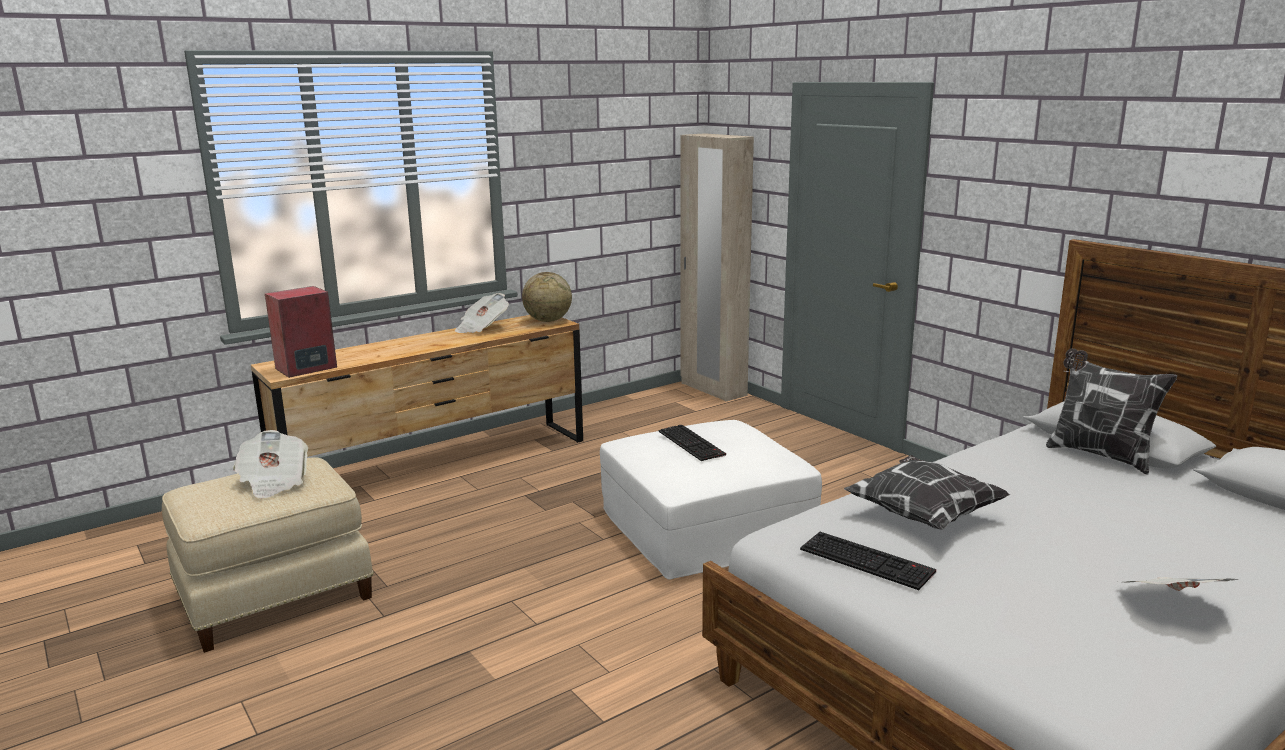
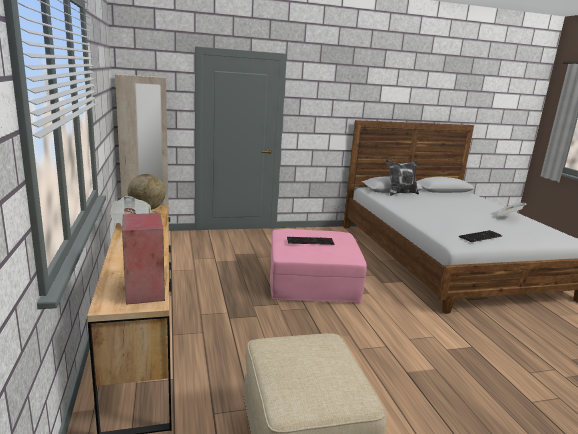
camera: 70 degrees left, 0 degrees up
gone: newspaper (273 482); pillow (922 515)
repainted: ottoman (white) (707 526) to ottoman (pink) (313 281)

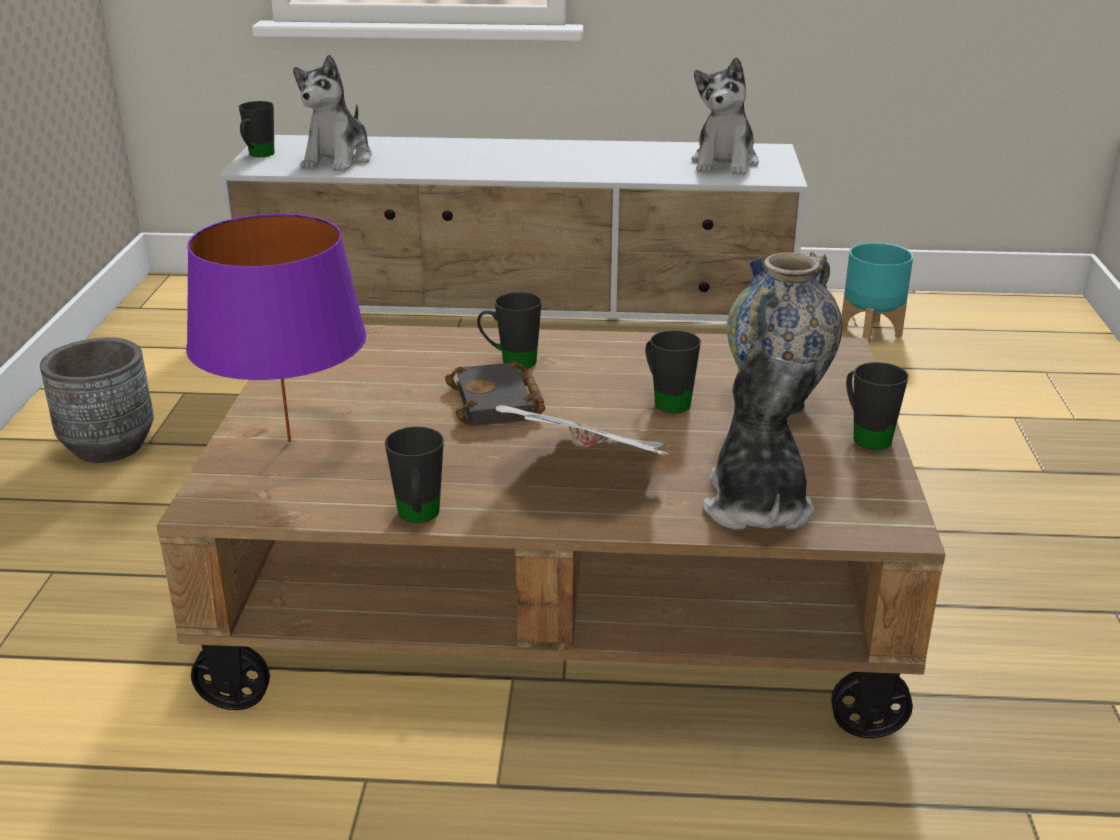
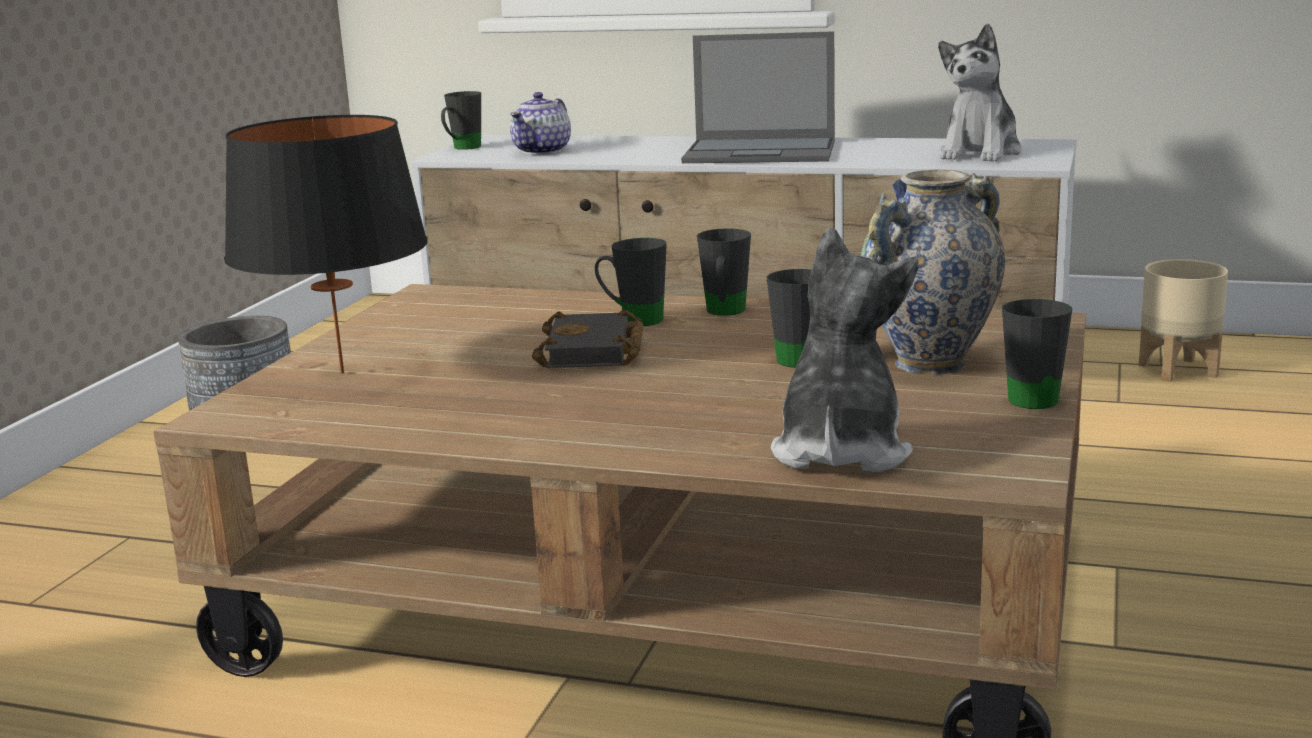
camera: 15 degrees right, 10 degrees down
gone: newspaper (590 472)
new: laptop (762 152)
shifted: mug (black) (418 518) to (724 313)
swapped: plush toy (338 160) to teapot (543 151)
repainted: table lamp (purple) (289 441) to table lamp (black) (343 372); planter (turquoise) (871 331) to planter (beige) (1179 370)

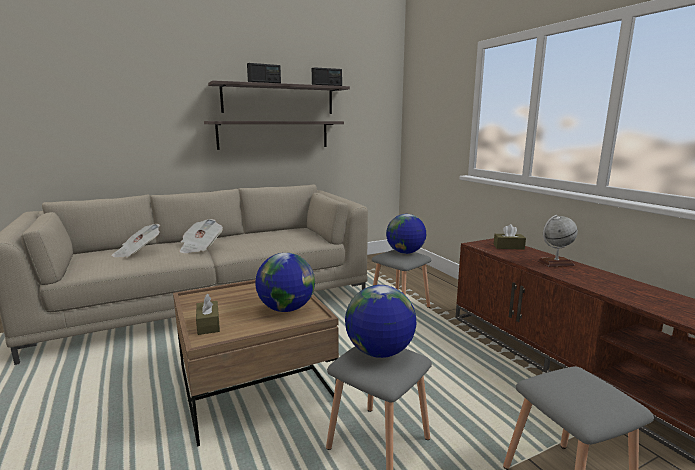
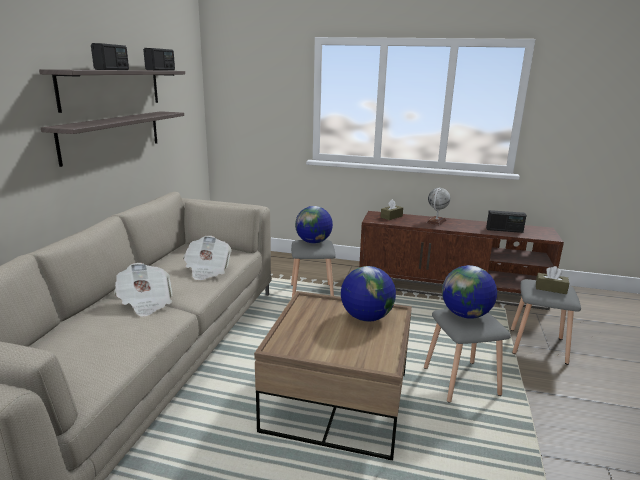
camera: 50 degrees left, 5 degrees up
new: radio (504 230)
shifted: newspaper (138 253) to (207 270); tissue box (brown) (208 324) to (550 288)

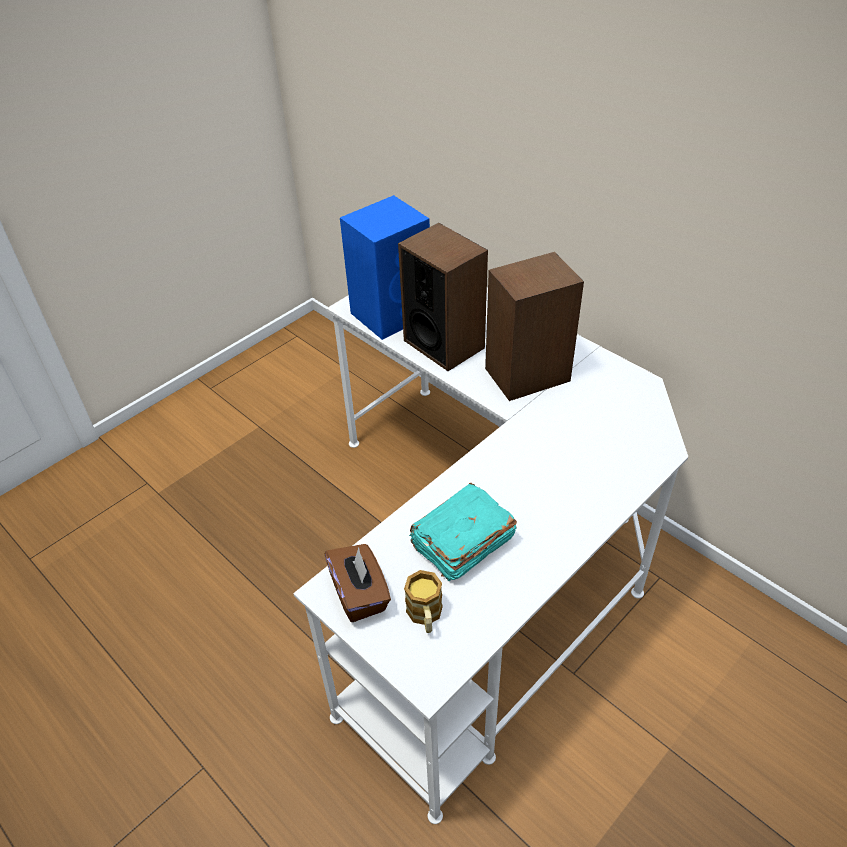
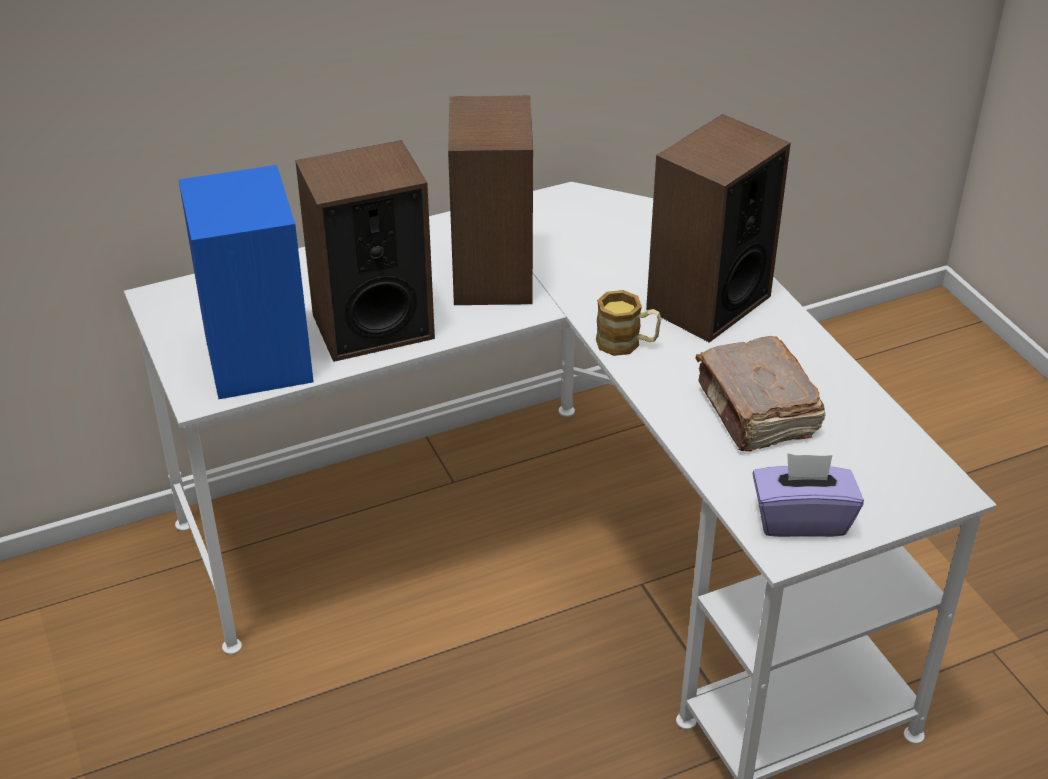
camera: 70 degrees left, 5 degrees down
new: speaker (707 302)
shifted: mug (425 616) to (627 343)
repainted: tissue box (brown) (360 594) to tissue box (purple) (801 519); book (turquoise) (461 543) to book (brown) (756 412)

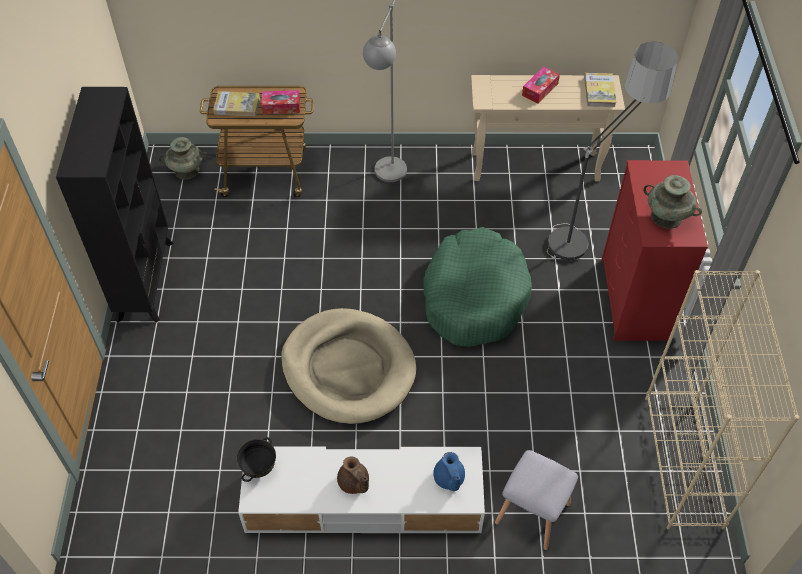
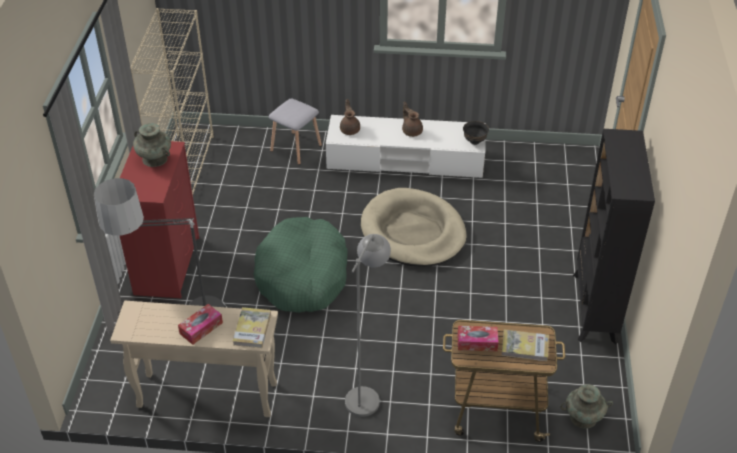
camera: 175 degrees left, 10 degrees down
shifted: book (599 91) to (252 329)
repainted: teapot (blue) (449 479) to teapot (brown) (350 129)

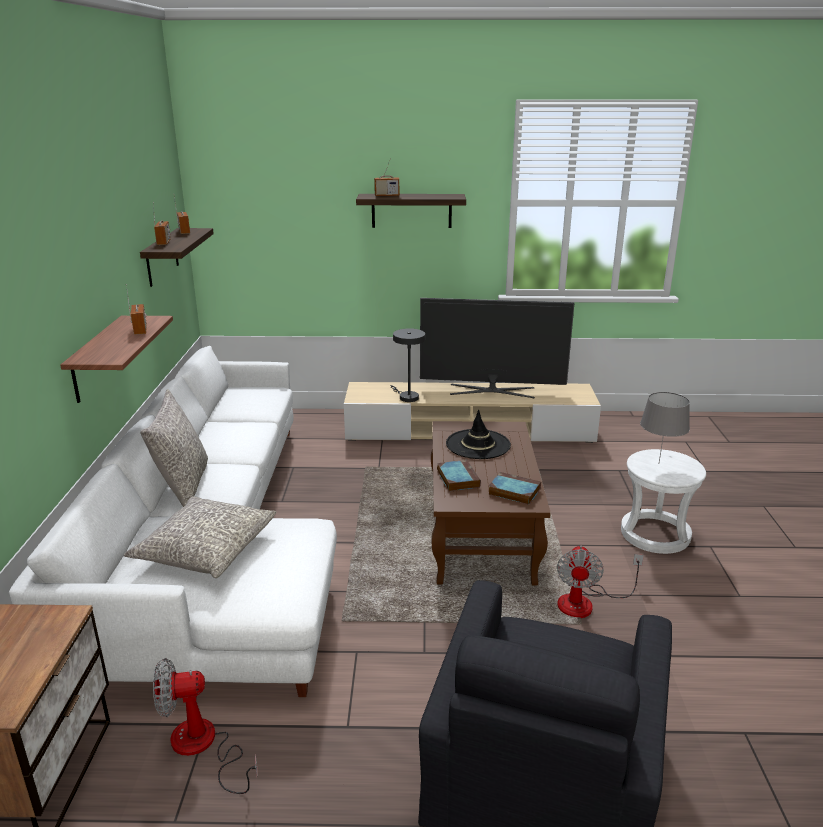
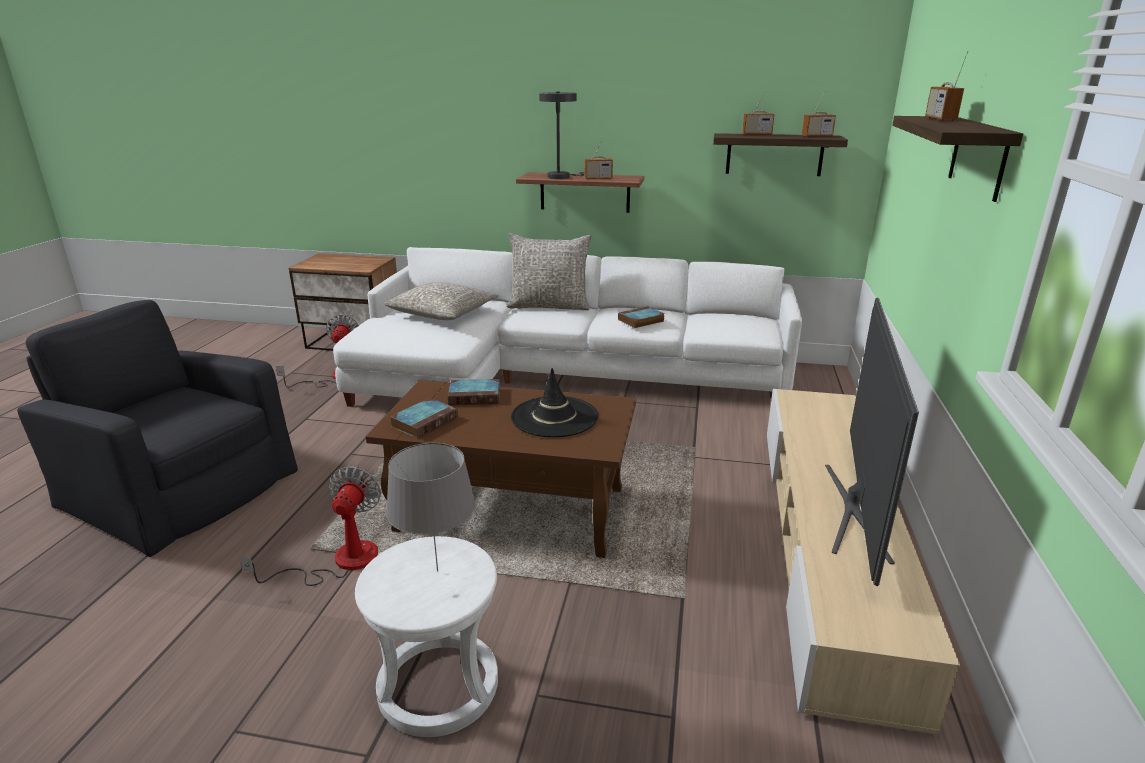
camera: 100 degrees right, 0 degrees up
new: book (640 321)
shifted: table lamp (grey) (406 397) to (562 177)
rotated: fan (585 603) = (340 562) 75 degrees clockwise

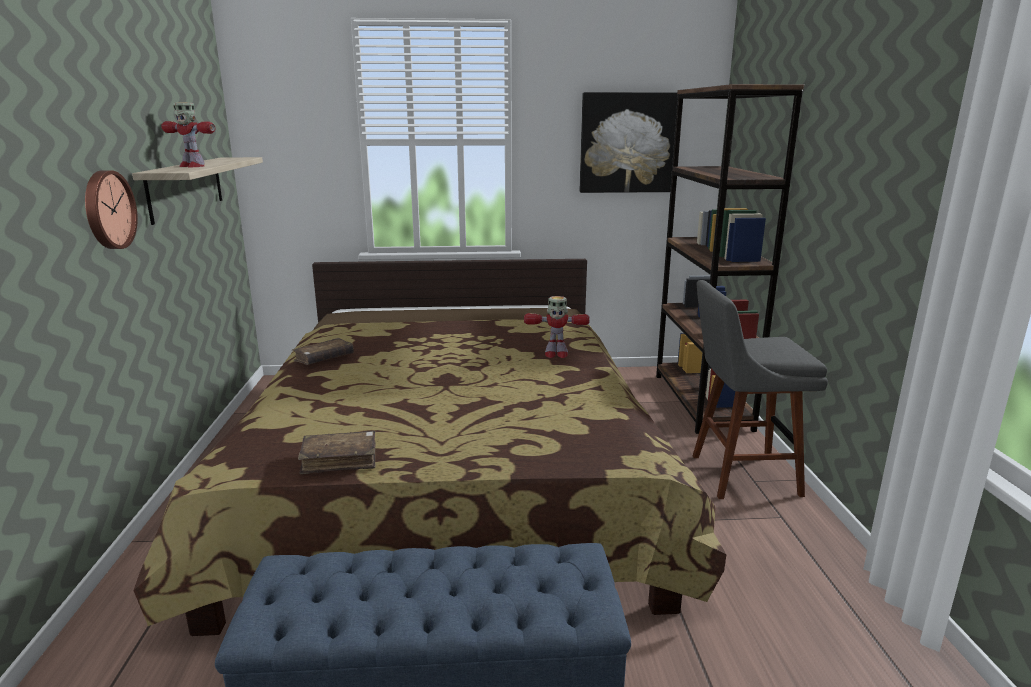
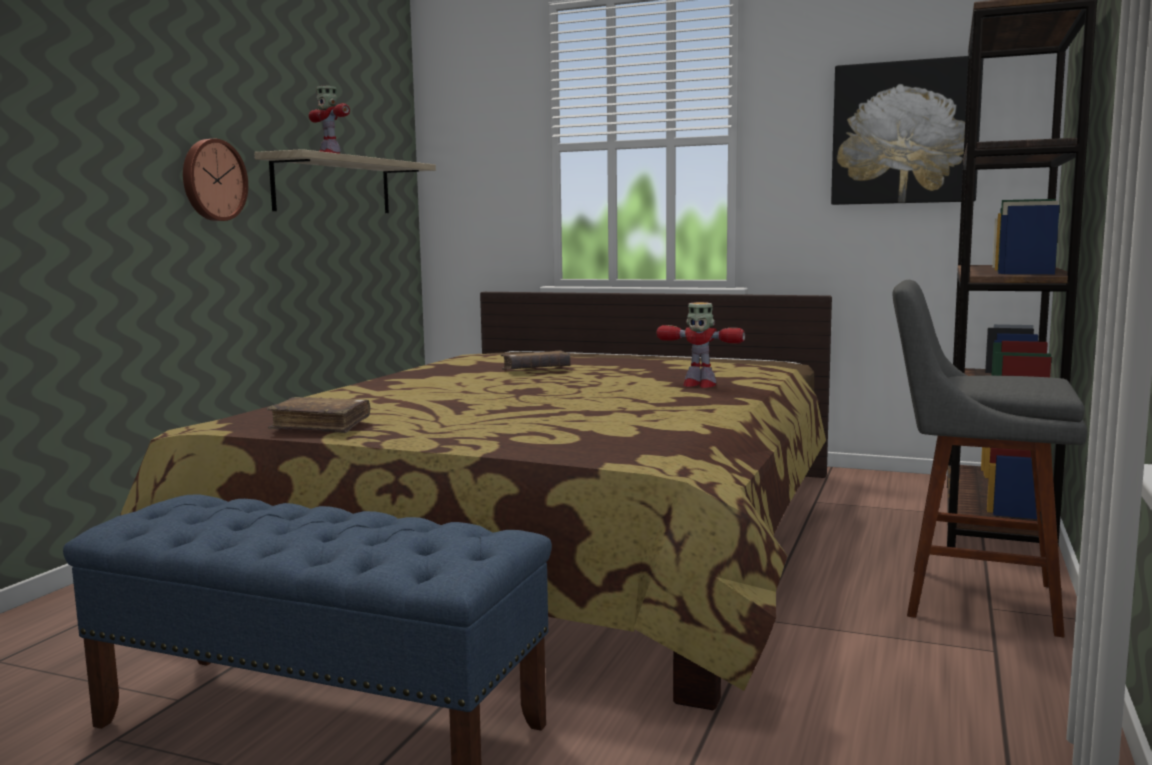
camera: 25 degrees right, 10 degrees down
shifted: book (brown) (324 359) to (536 370)

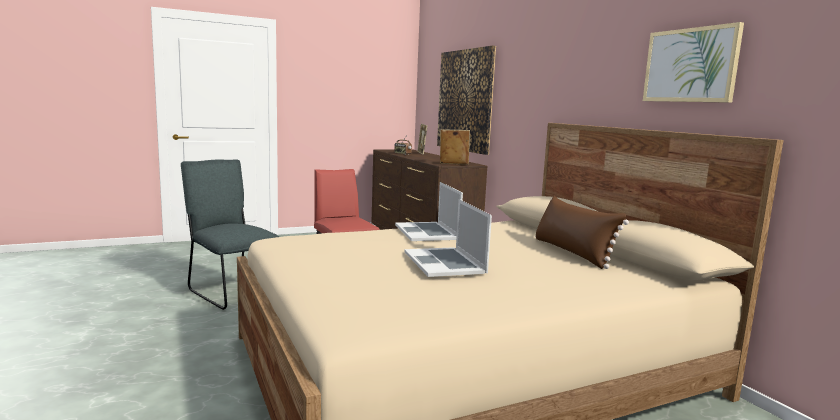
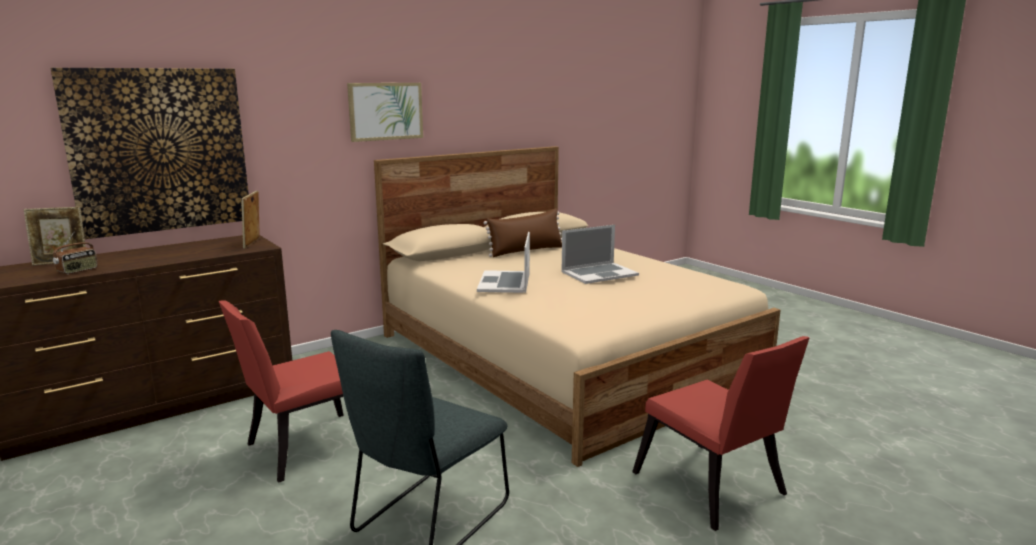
camera: 100 degrees left, 5 degrees up
new: chair (red) (713 489)
shifted: picture (690 65) to (385 111)
rotated: laptop (427 232) = (505 282) 120 degrees clockwise

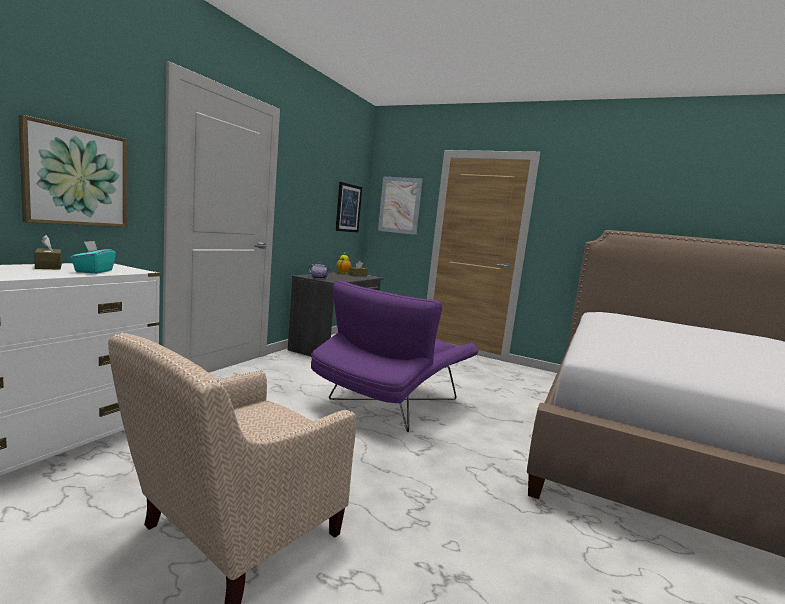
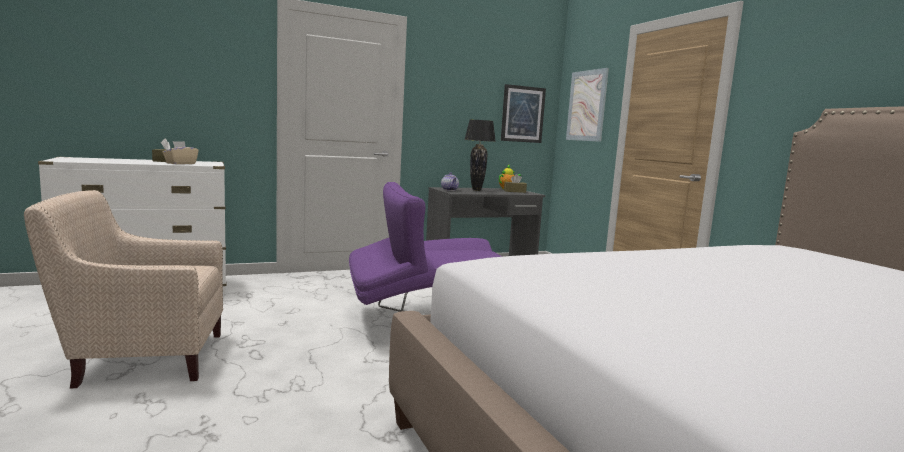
camera: 40 degrees right, 0 degrees up
gone: picture (76 177)
new: table lamp (black) (476 190)
repainted: tissue box (turquoise) (93 271) to tissue box (beige) (180 163)

